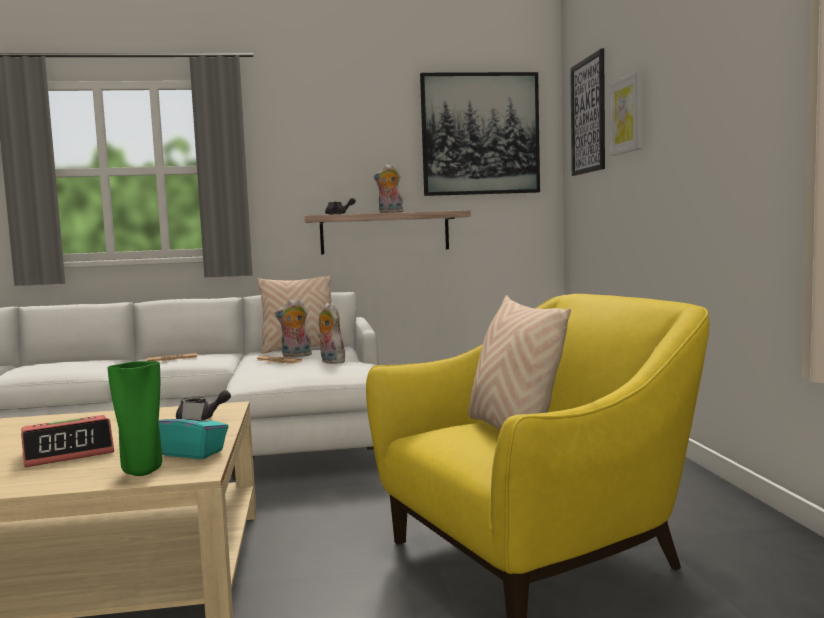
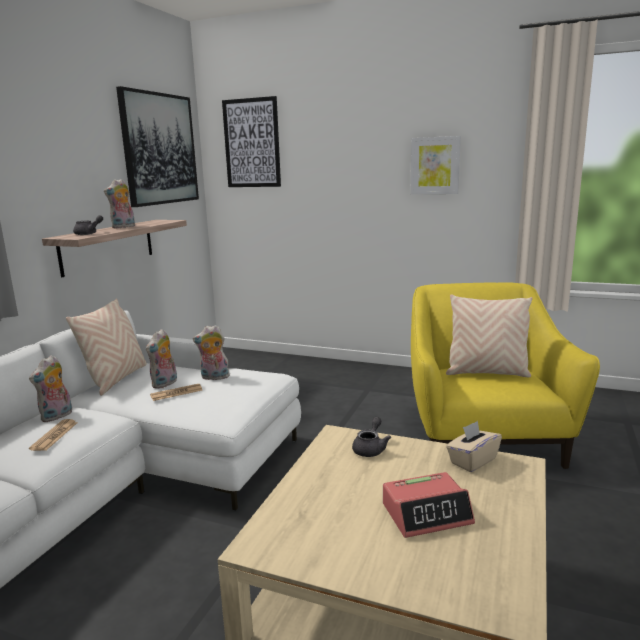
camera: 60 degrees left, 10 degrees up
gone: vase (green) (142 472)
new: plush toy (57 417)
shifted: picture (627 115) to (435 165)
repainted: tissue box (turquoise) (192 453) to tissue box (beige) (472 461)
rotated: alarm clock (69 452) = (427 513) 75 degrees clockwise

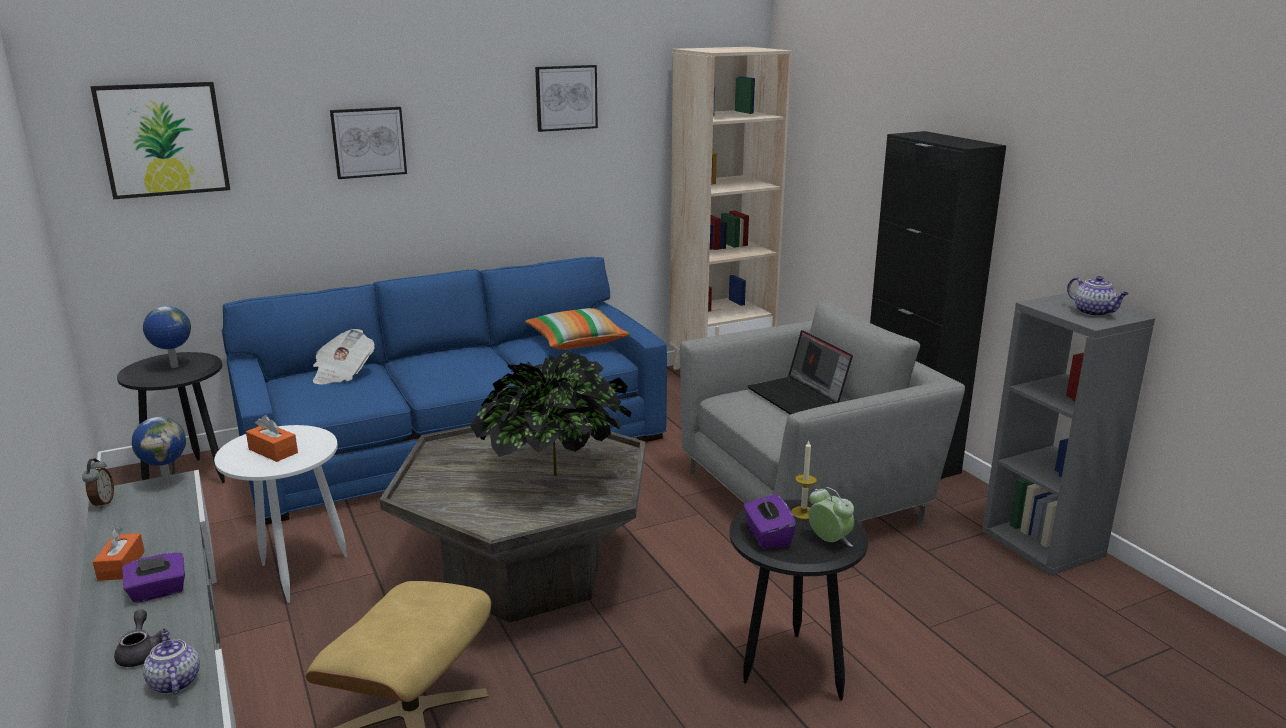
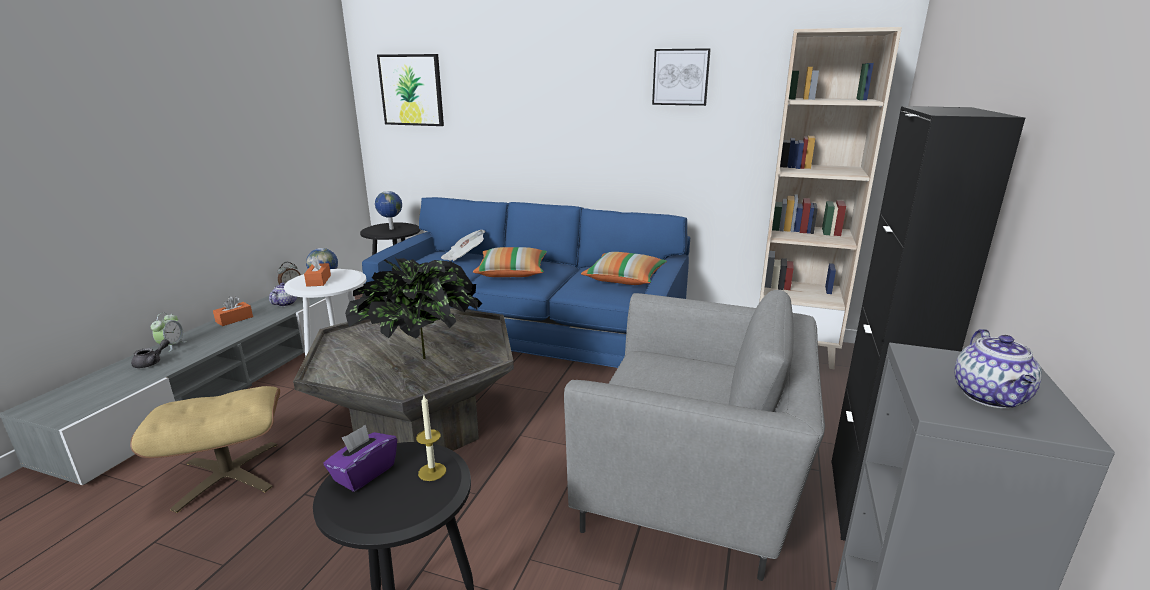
camera: 45 degrees right, 0 degrees up
gone: tissue box (purple) (158 592); picture (368 142); laptop (798 397)
new: pillow (512 273)
shifted: teapot (174 682) to (286 303); alarm clock (829 541) to (172 346)

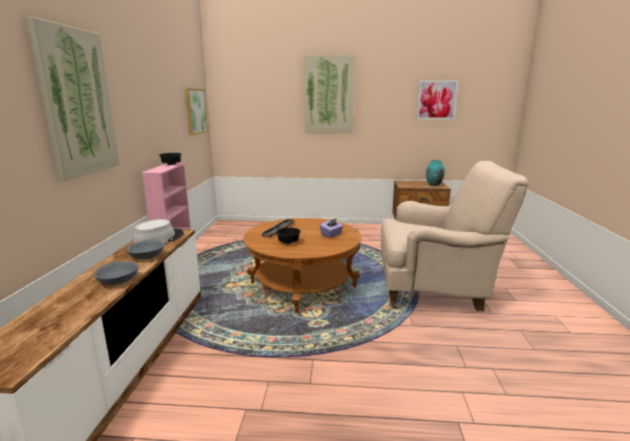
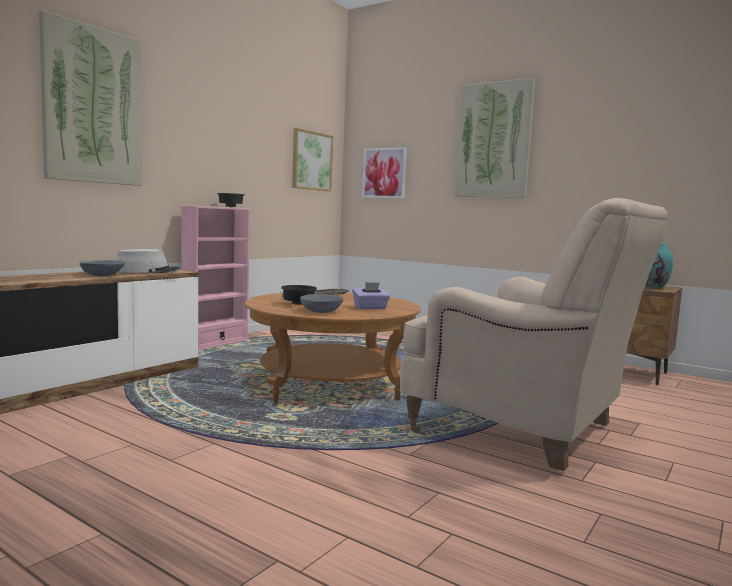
camera: 30 degrees right, 10 degrees down
shifted: bowl (grey) (119 281) to (322 311); picture (436 100) to (384 173)

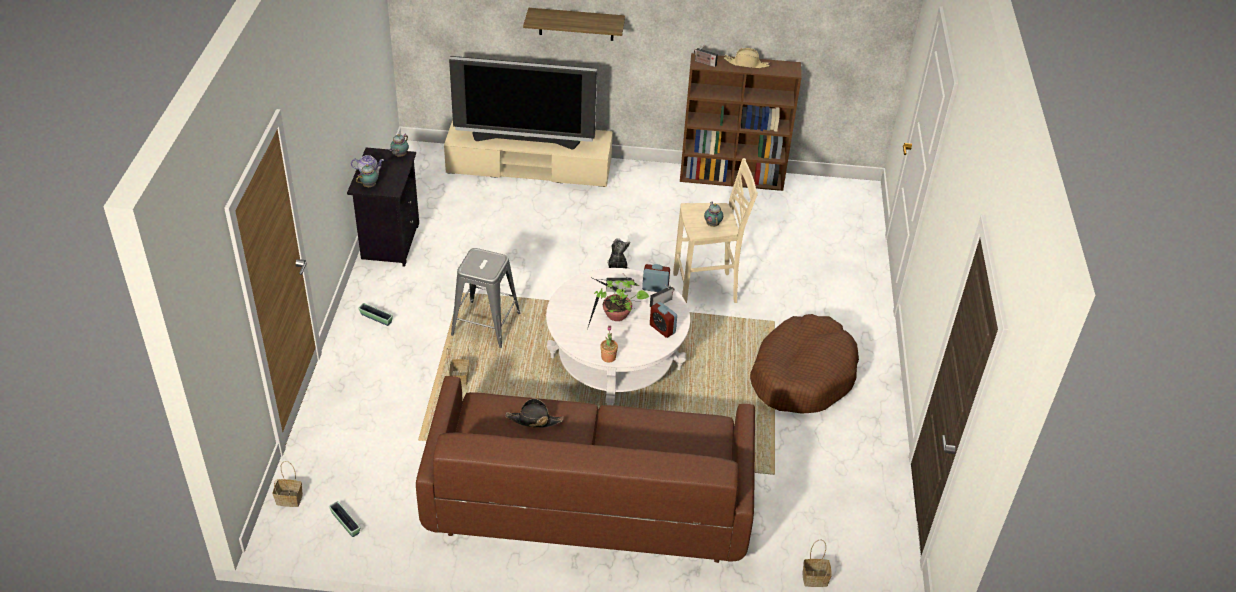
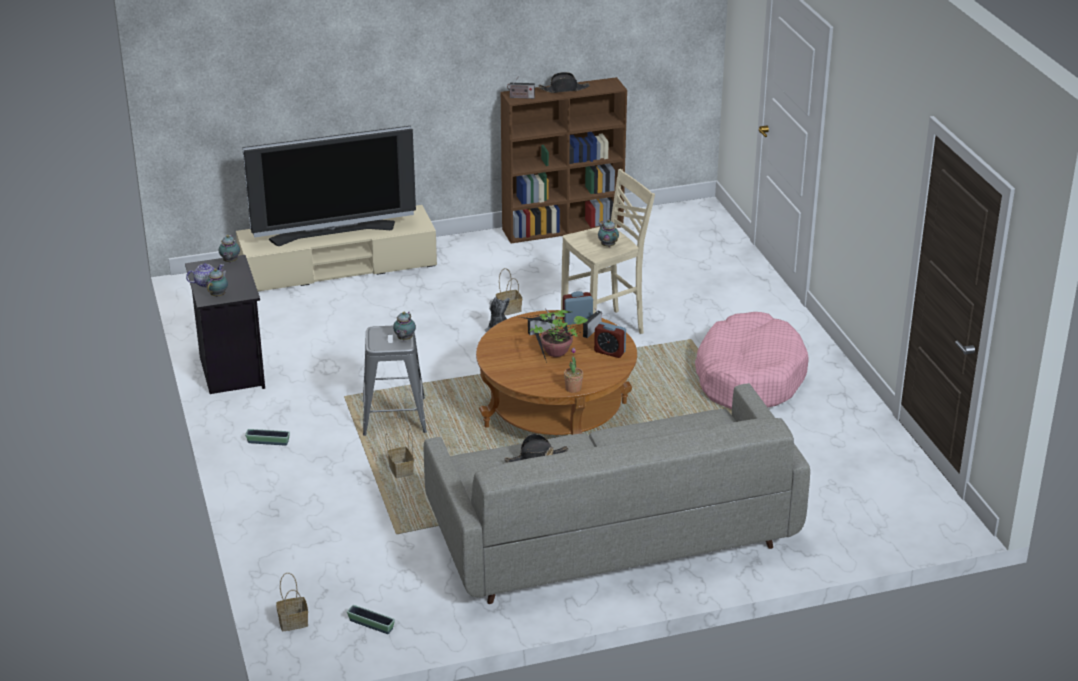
camera: 20 degrees left, 10 degrees down
gone: shelf (576 24)
new: teapot (404 339)
shifted: basket (815 578) to (509 309)
repainted: sofa (brown) (589 500) to sofa (grey) (611 534); coffee table (white) (615 363) to coffee table (brown) (556 415); hat (beige) (746 63) to hat (black) (564 89); dog bed (brown) (802 375) to dog bed (pink) (749 377)

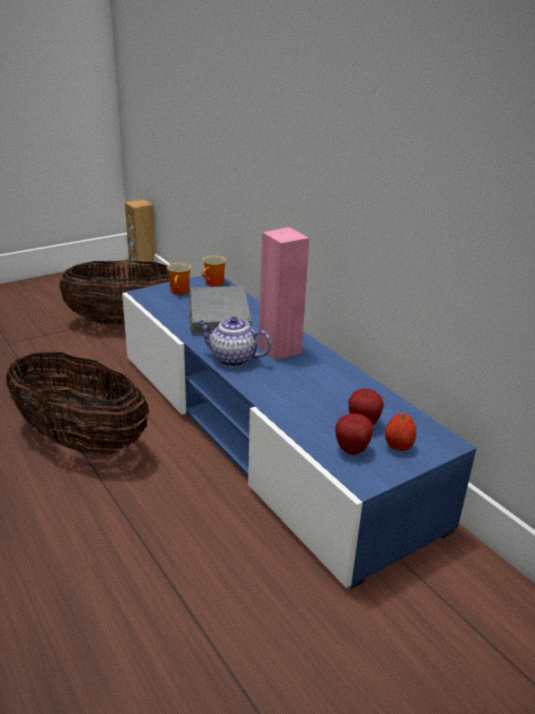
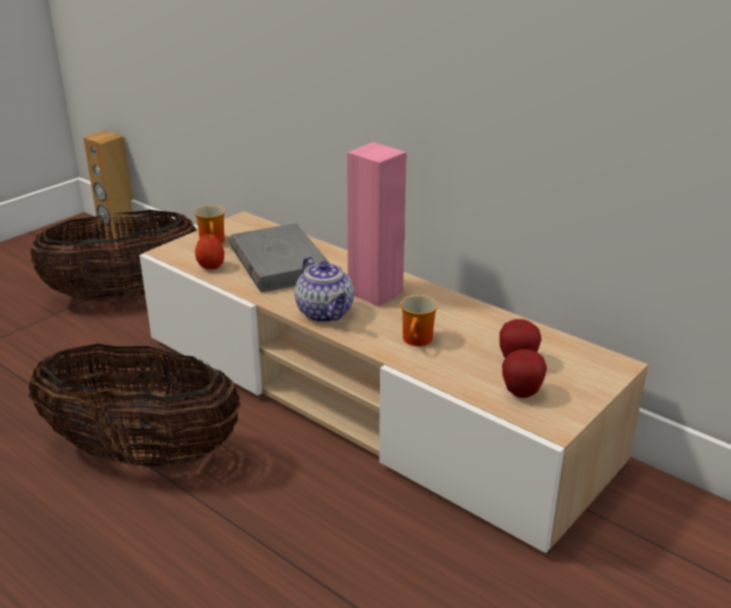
camera: 15 degrees left, 0 degrees up
shifted: mug (214 284) to (419 340); apple (398 447) to (211 267)
repainted: tv stand (blue) (264 433) to tv stand (beige) (365 397)
rotated: teapot (232 359) = (326 313) 120 degrees counterclockwise

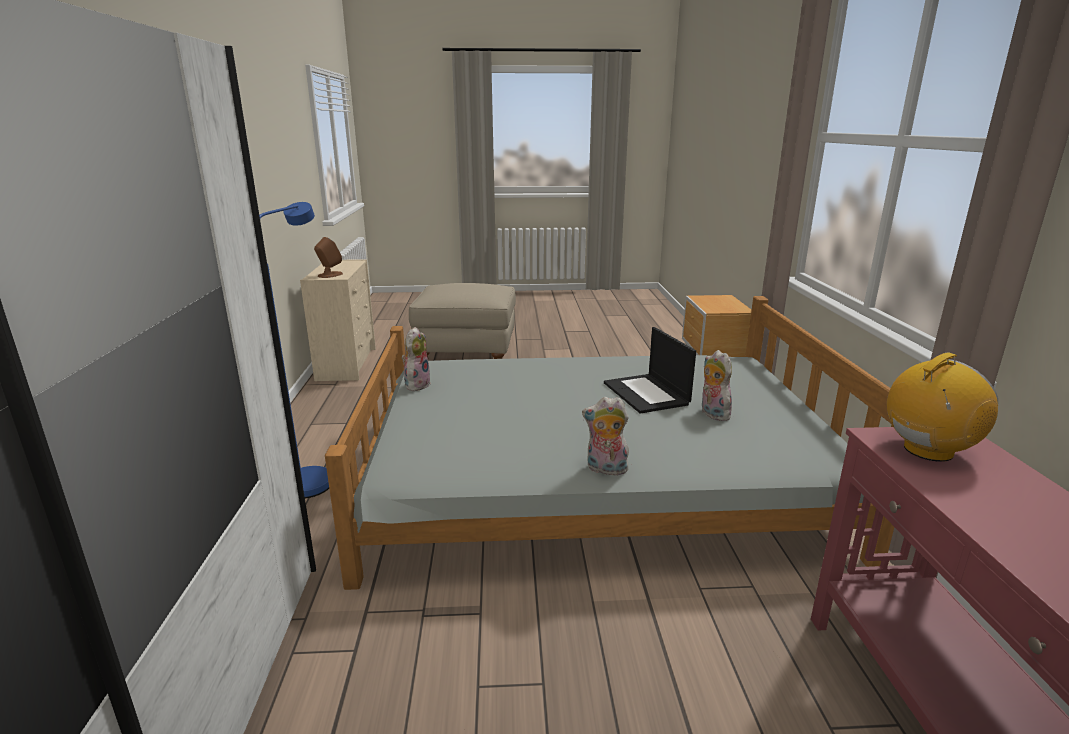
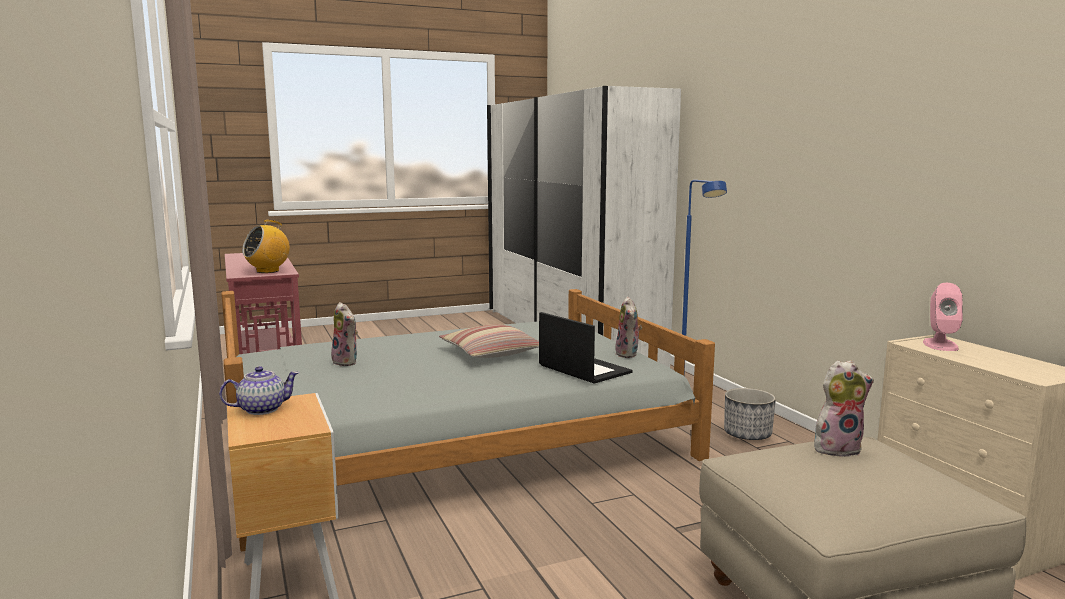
camera: 160 degrees right, 10 degrees down
new: teapot (261 409); pillow (492 353); planter (748 434)
shifted: plush toy (605 469) to (837 448); laptop (647 394) to (583 369)
repainted: speaker (brown) (330 275) to speaker (pink) (940 345)

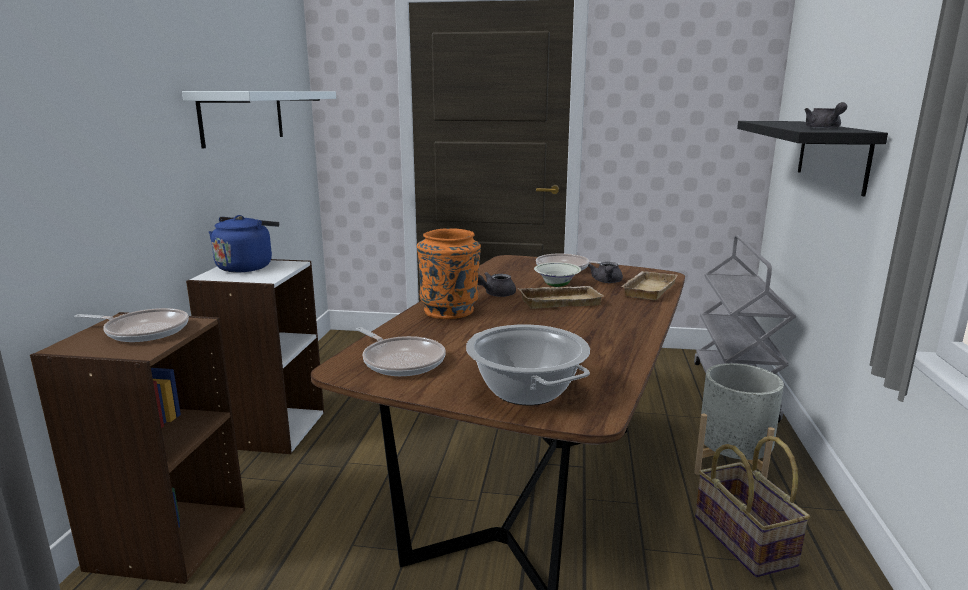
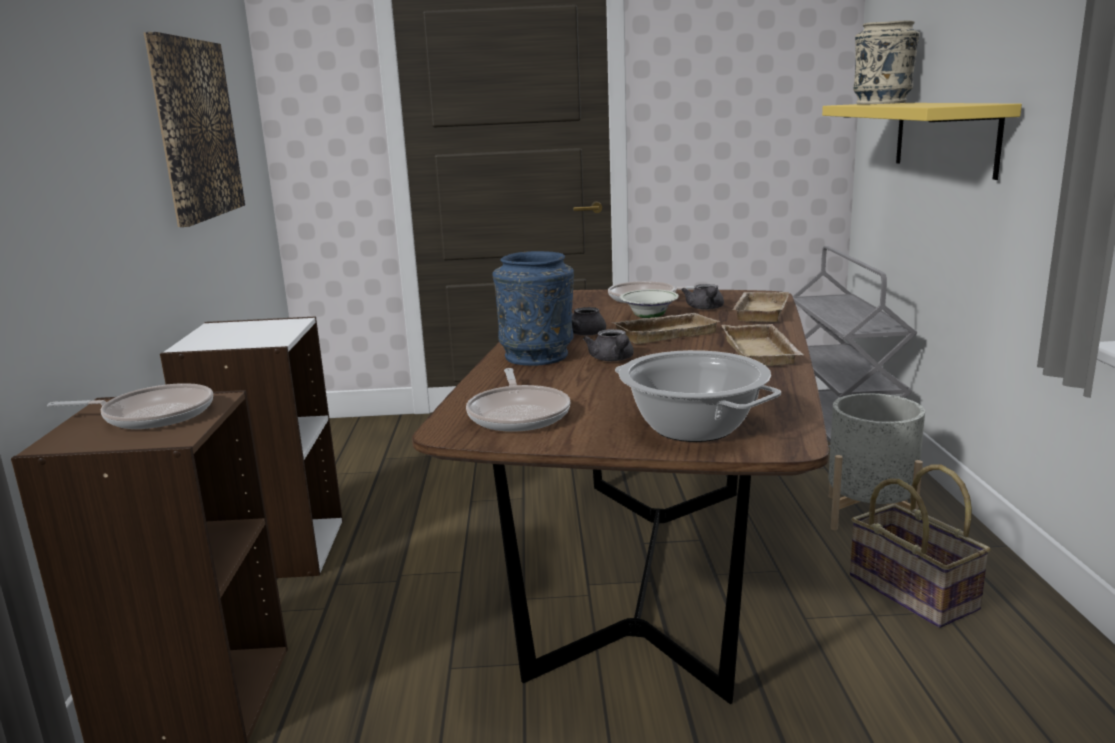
camera: 10 degrees left, 0 degrees up
gone: kettle (blue) (246 266)
new: tray (beige) (763 353); vase (beige) (882 103)
shifted: teapot (grey) (824 128) to (612 360)
swapped: shelf (white) (243 116) to picture (195 129)
repainted: vase (orange) (449 310) to vase (blue) (537 355); shelf (black) (832 154) to shelf (yellow) (945 137)
rotated: frying pan (401 361) = (518 414) 45 degrees clockwise

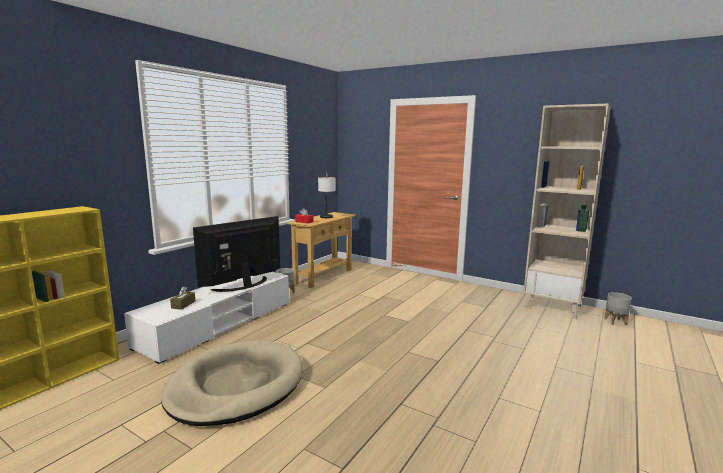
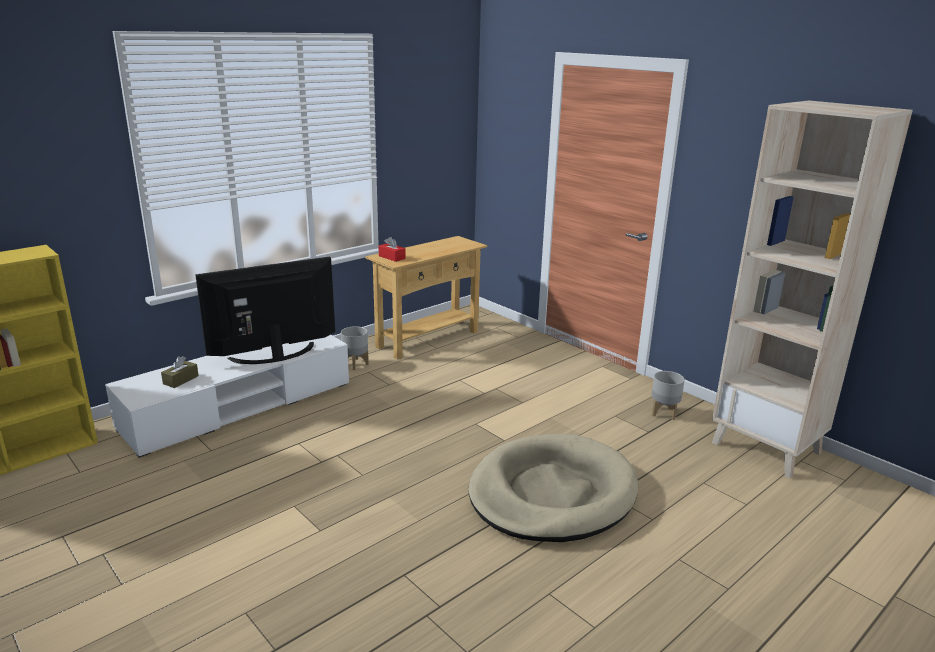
camera: 15 degrees right, 10 degrees up
gone: table lamp (326 218)
shifted: dog bed (beige) (236 386) to (552 493); planter (grey) (615 321) to (664 413)

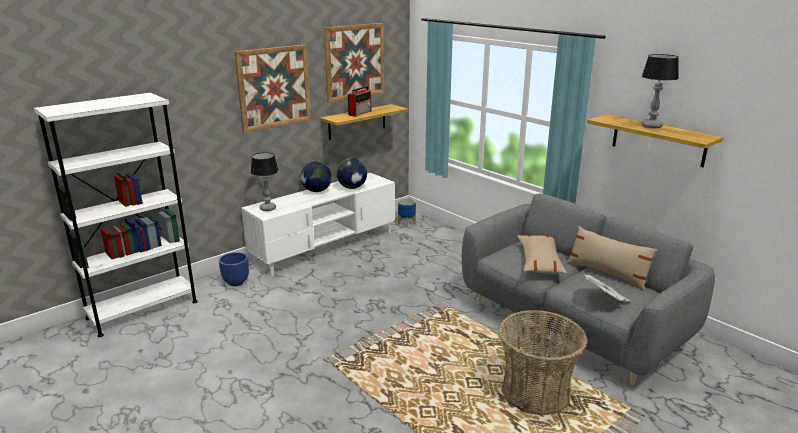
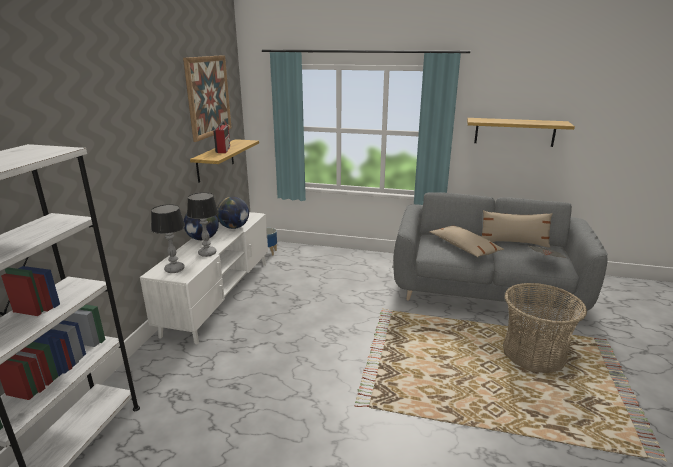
camera: 35 degrees left, 0 degrees up
gone: planter (blue) (235 282); picture (274 87)
shifted: table lamp (651 126) to (207 253)

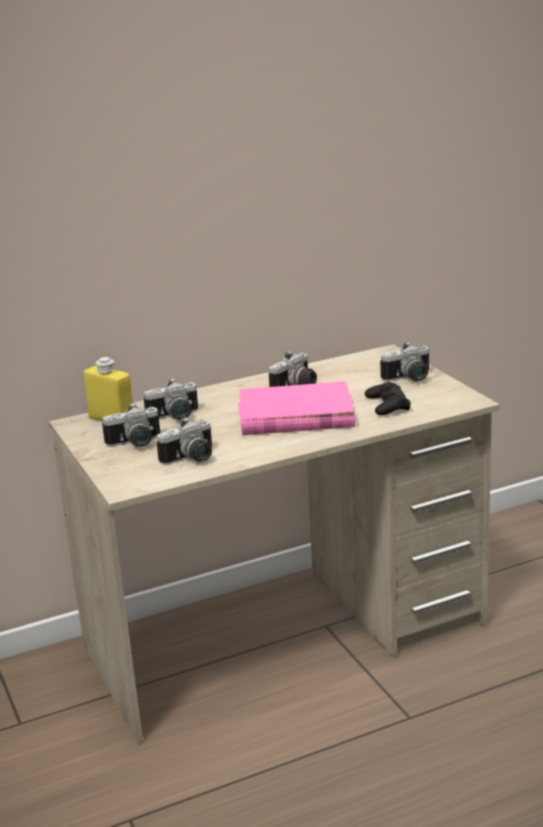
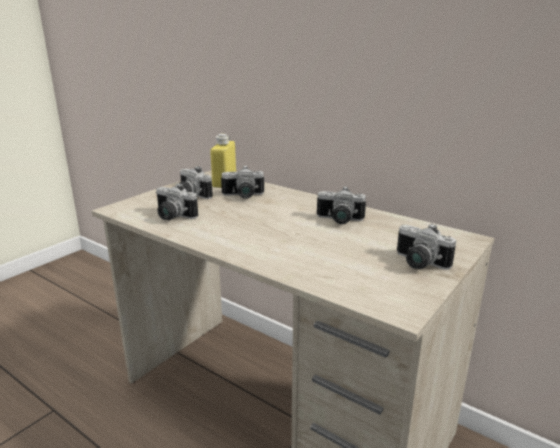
camera: 60 degrees right, 0 degrees up
gone: book (pink) (294 416); game controller (black) (387 405)
rotated: photo camera (175 417) = (243 196) 45 degrees counterclockwise

